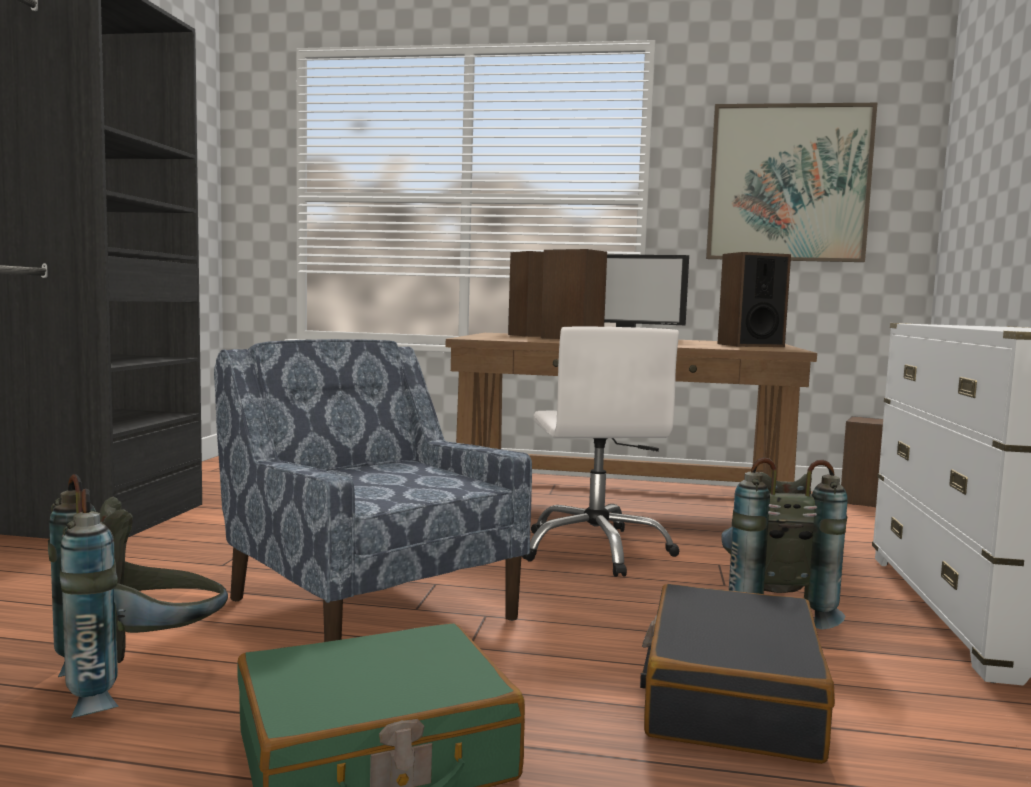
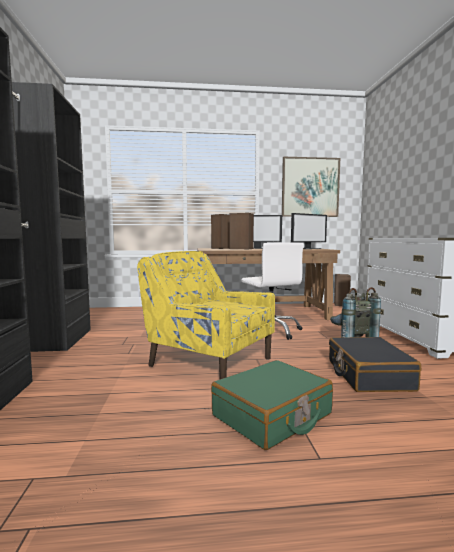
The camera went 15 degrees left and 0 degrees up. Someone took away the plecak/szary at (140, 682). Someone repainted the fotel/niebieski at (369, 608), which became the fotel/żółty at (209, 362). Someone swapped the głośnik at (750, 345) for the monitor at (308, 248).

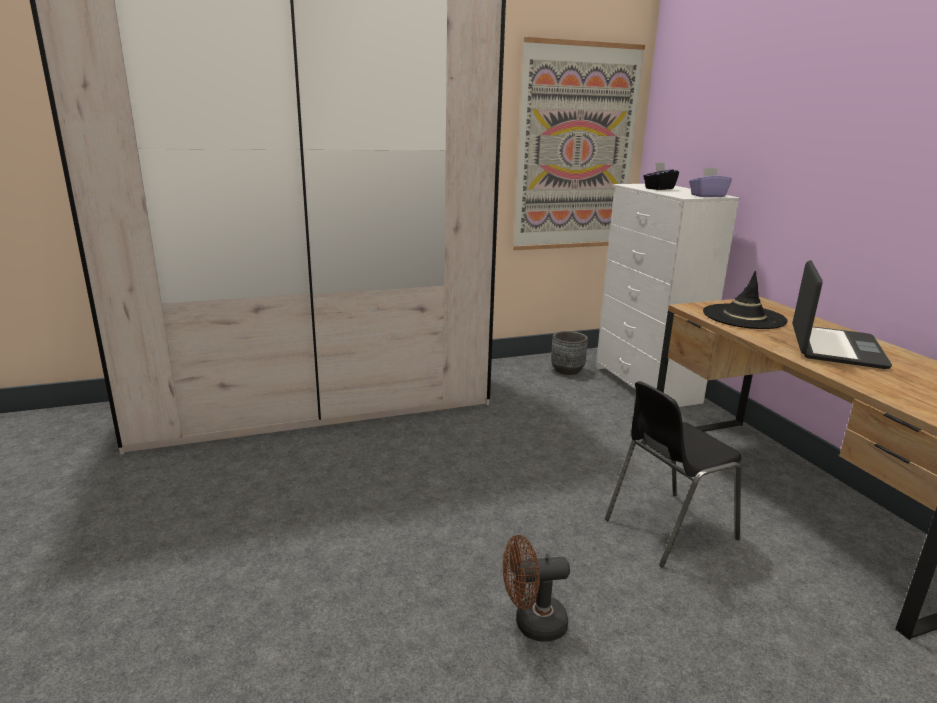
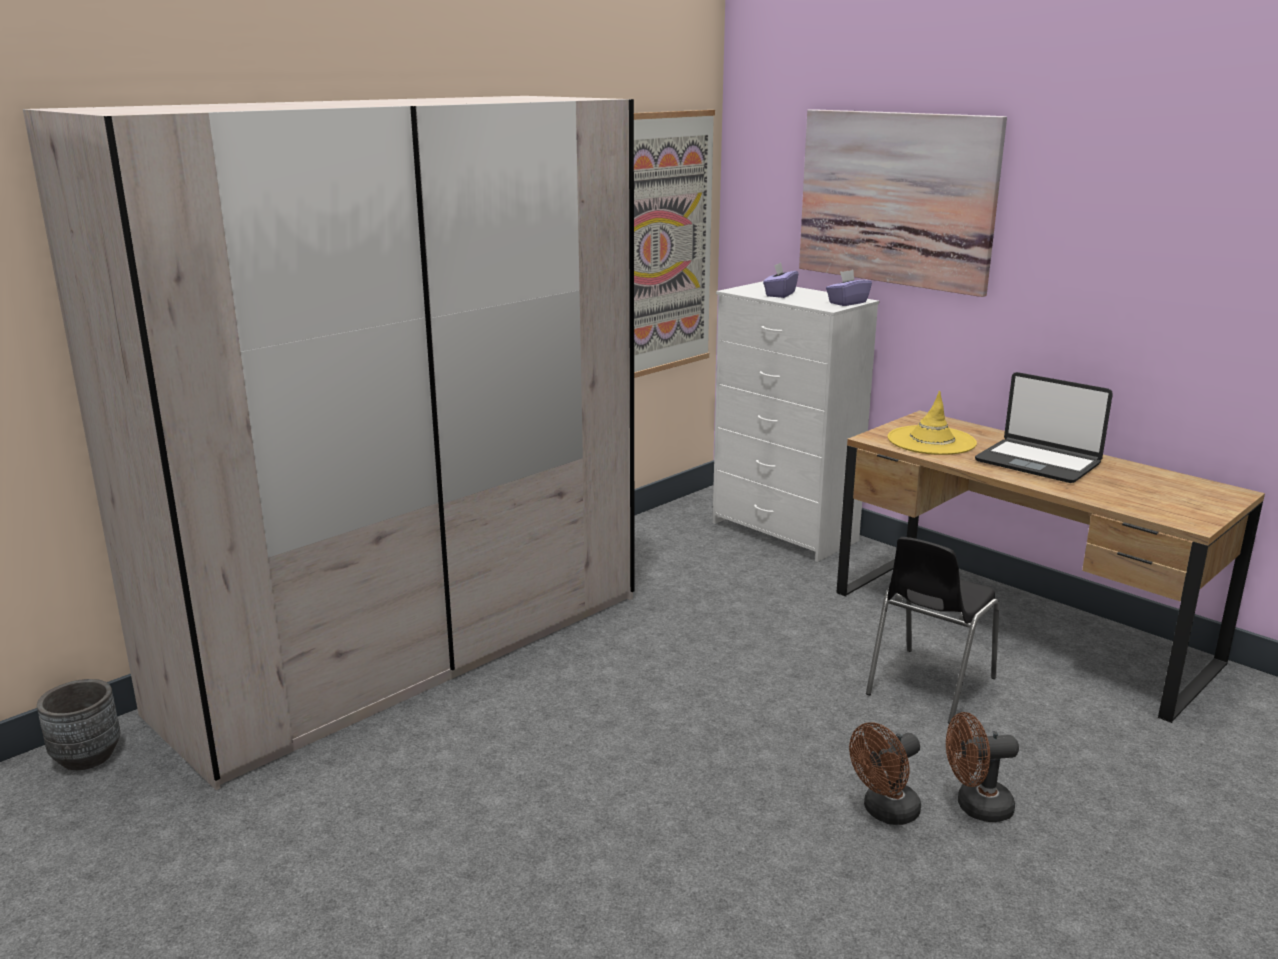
The camera went 25 degrees left and 0 degrees up. Someone carried the donica/szary from (567, 370) to (87, 756). Someone repainted the pudełko chusteczek/czarny at (659, 188), which became the pudełko chusteczek/fioletowy at (779, 294). Someone repainted the kapelusz/czarny at (744, 317), which became the kapelusz/żółty at (931, 441). Someone rotated the laptop at (834, 348) by 135 degrees clockwise. Someone put up the obraz at (895, 199). Someone put down the wentylator/brązowy at (975, 807).

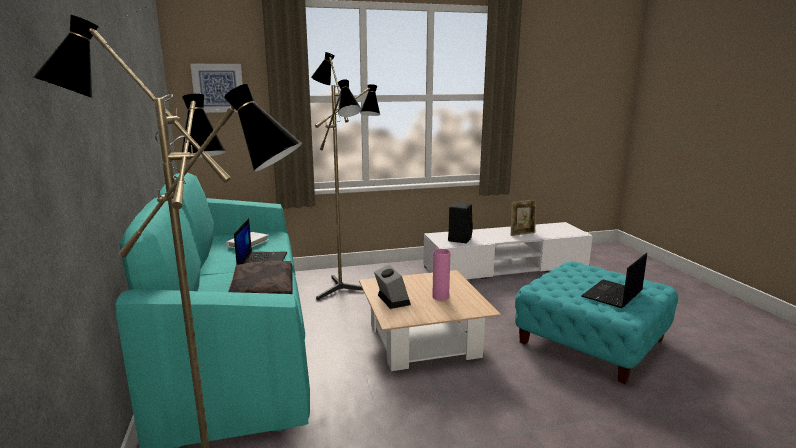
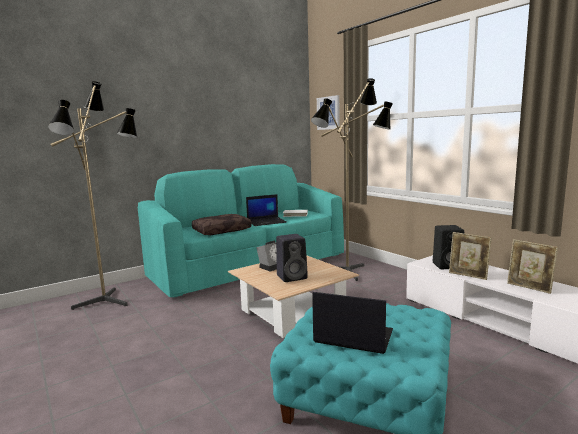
The camera went 70 degrees right and 5 degrees down. Someone swapped the wazon/różowy at (440, 297) for the głośnik/czarny at (292, 277). Someone put down the ramka na zdjęcie at (468, 276).

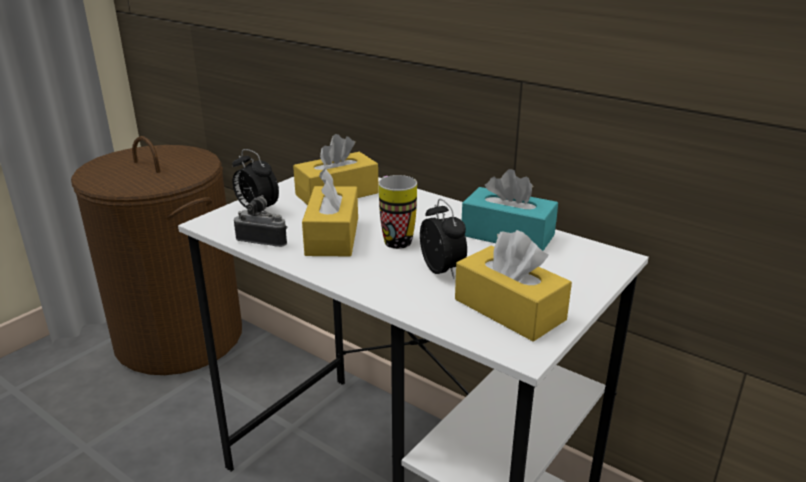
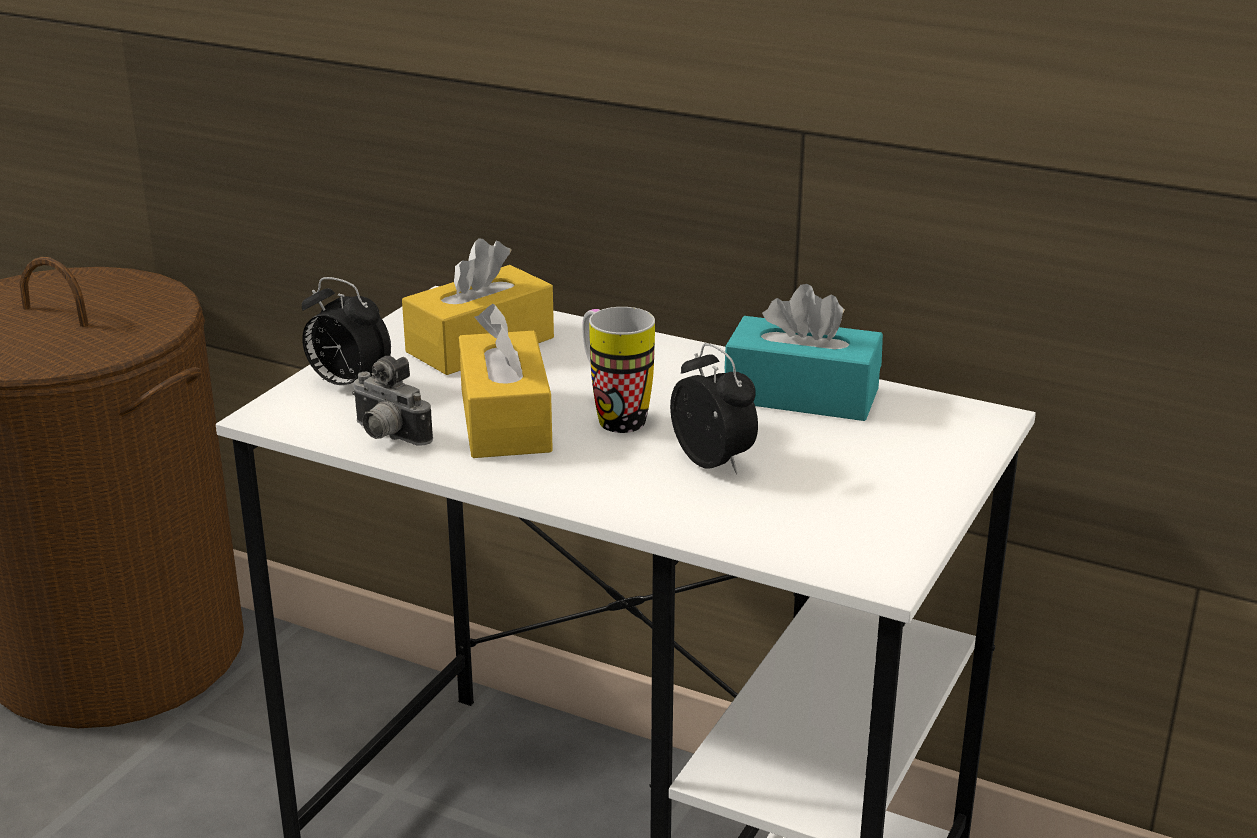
The camera went 10 degrees left and 0 degrees up. Someone rotated the aparat fotograficzny at (264, 240) by 150 degrees counterclockwise. Someone took away the pudełko chusteczek/żółty at (509, 309).

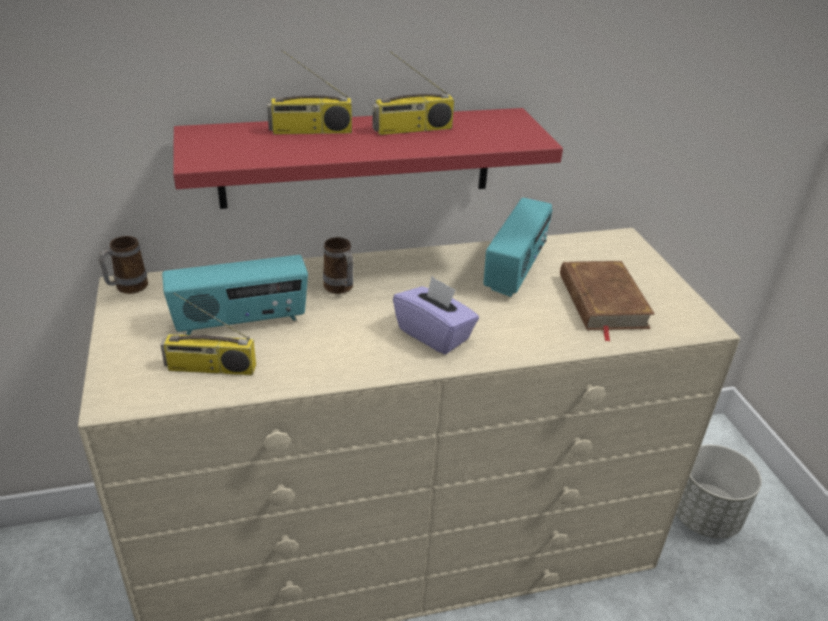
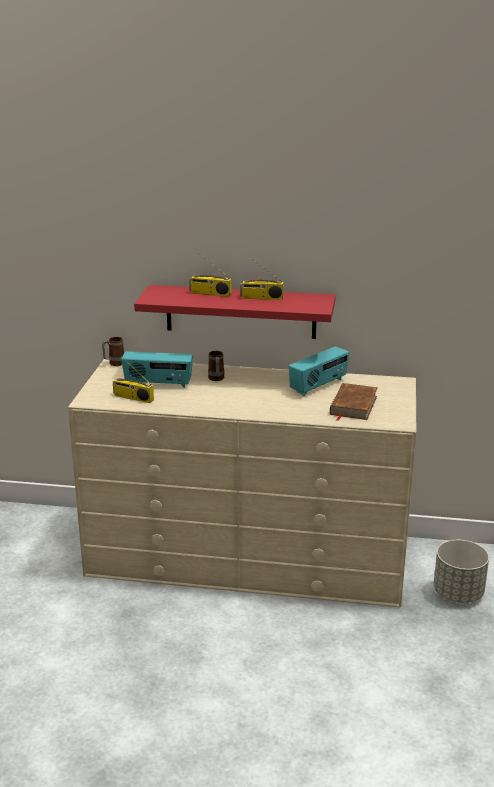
The camera went 25 degrees right and 10 degrees down. Someone took away the pudełko chusteczek/fioletowy at (434, 334).

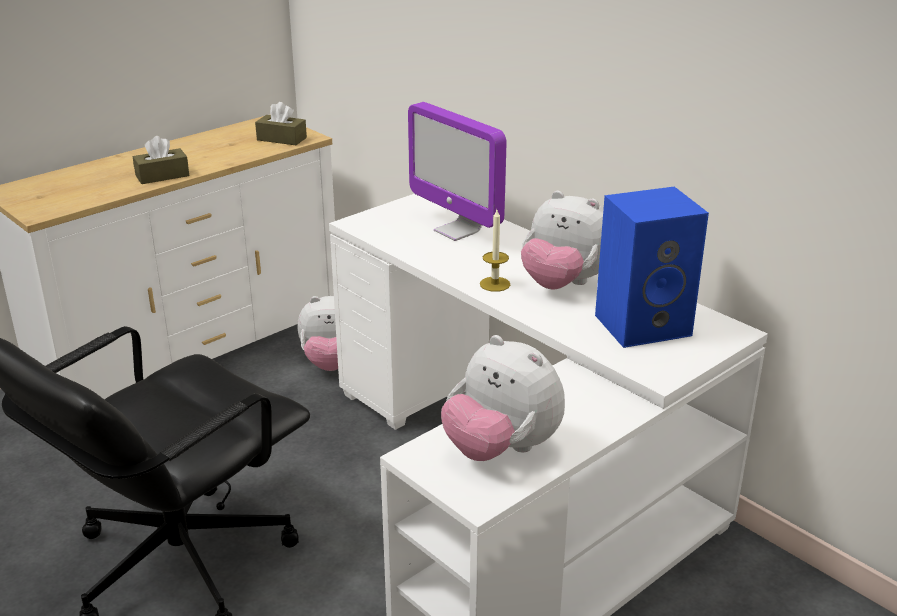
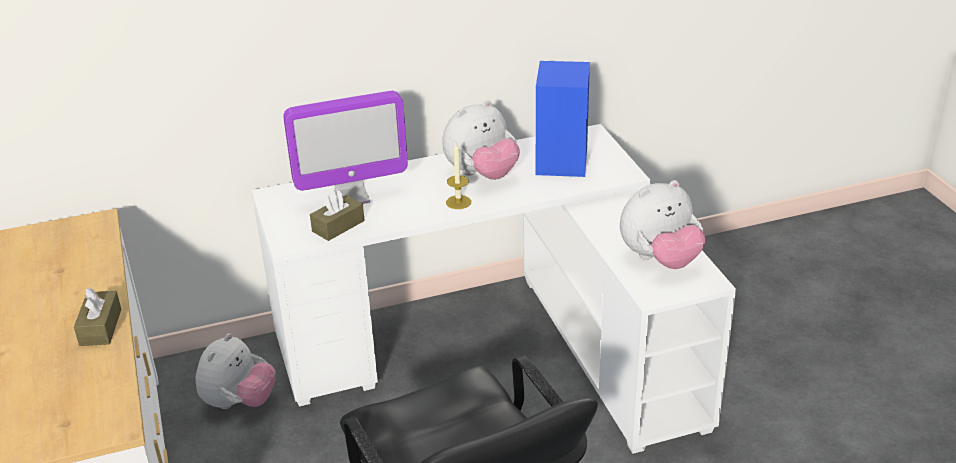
The camera went 65 degrees left and 5 degrees up. Someone carried the pudełko chusteczek/brązowy from (281, 139) to (338, 226).

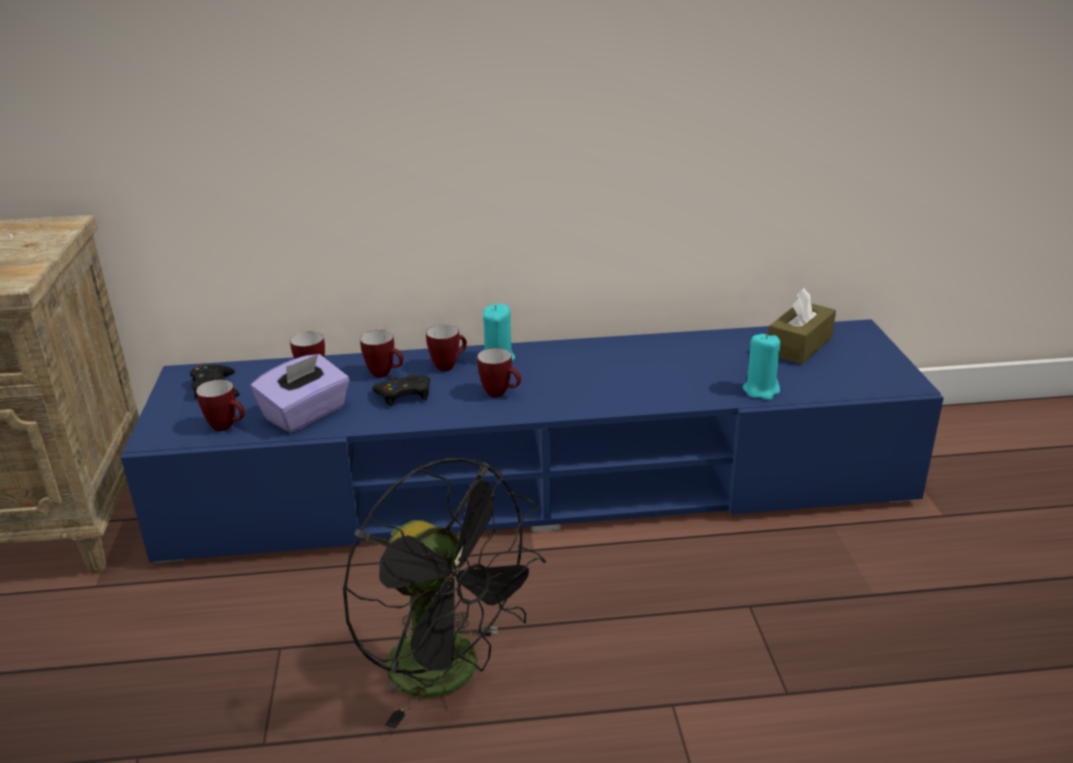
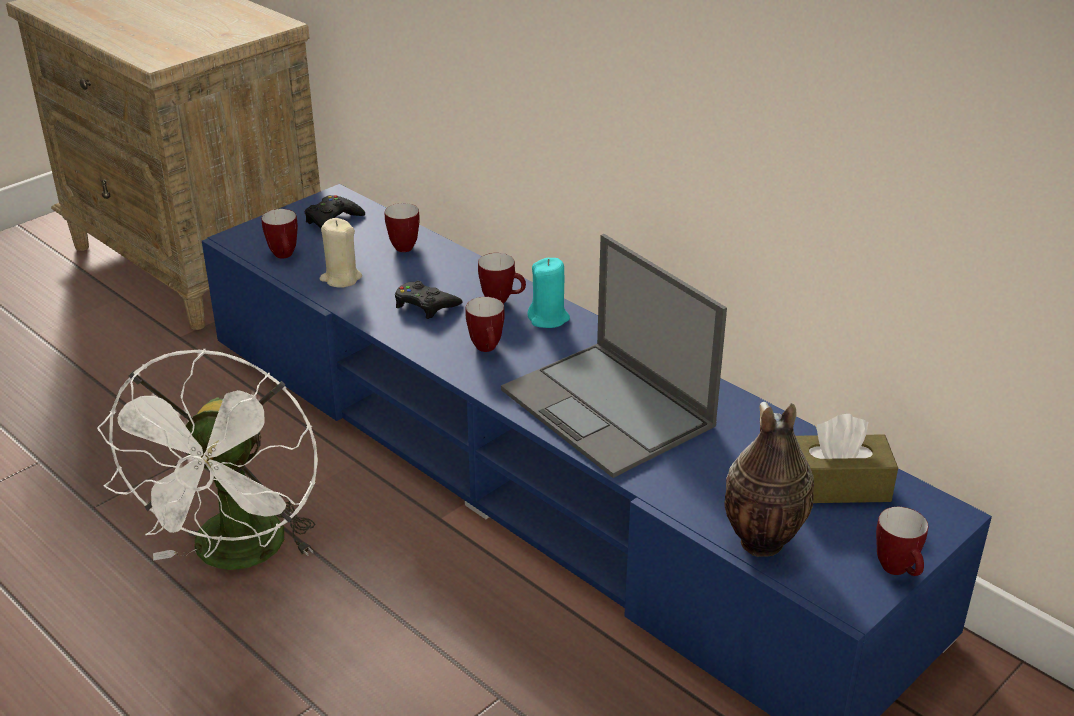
The camera went 50 degrees right and 5 degrees up. Someone swapped the pudełko chusteczek/fioletowy at (306, 414) for the świeca/beżowy at (341, 278). Someone repainted the wentylator/czarny at (450, 674), which became the wentylator/biały at (237, 556). Someone carried the kubek from (385, 374) to (899, 571). Someone took away the świeca/turkusowy at (761, 390). Someone put down the laptop at (609, 409). Someone put down the wazon at (760, 544).

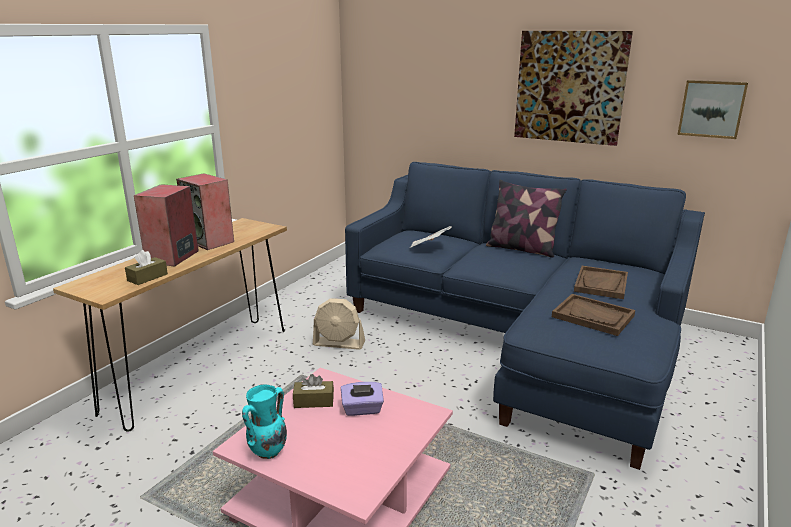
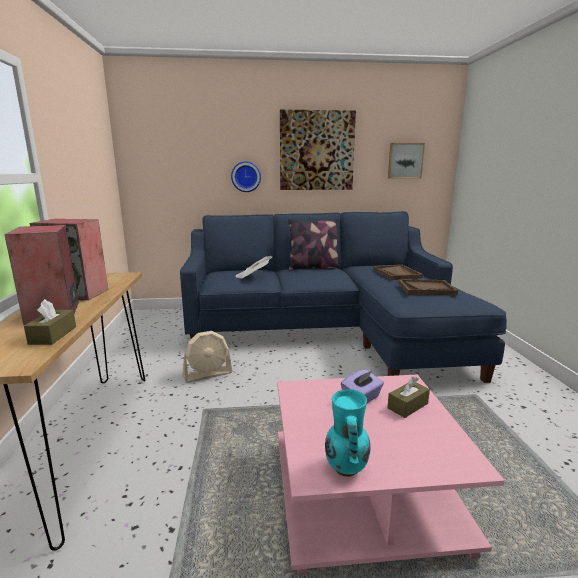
The camera went 35 degrees left and 5 degrees down. Someone carried the pudełko chusteczek/brązowy from (314, 401) to (407, 406). Someone put up the zegar ścienny at (246, 176).

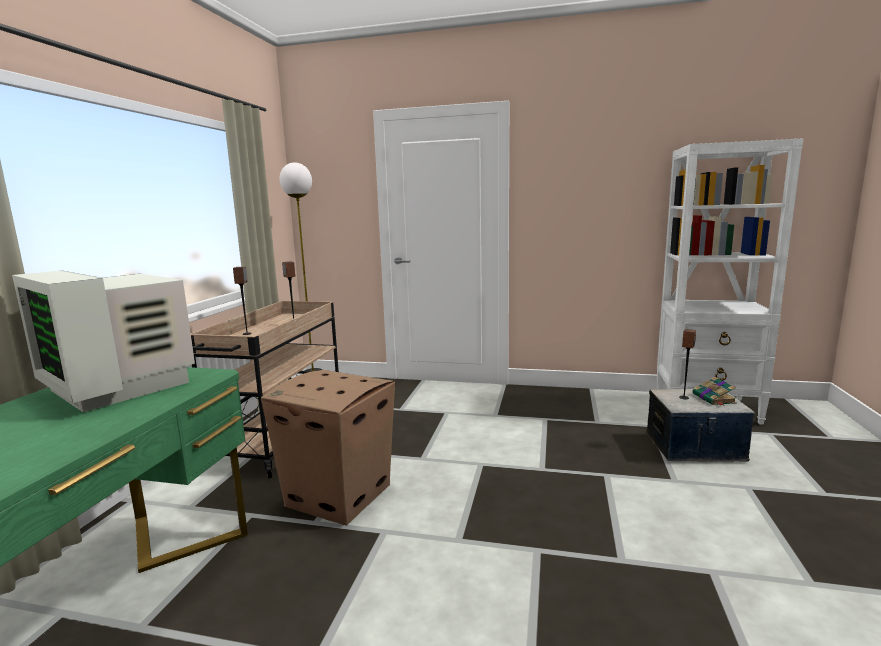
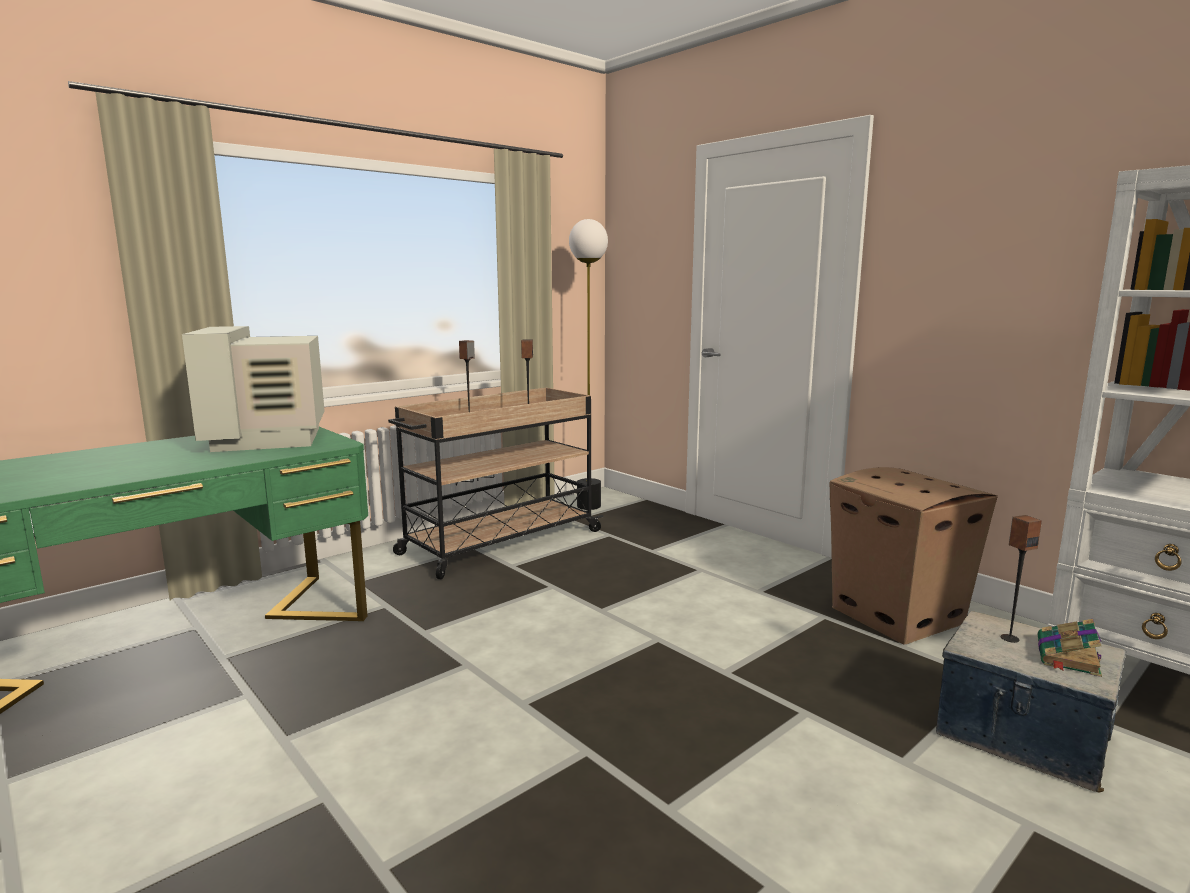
The camera went 35 degrees right and 0 degrees up. Someone carried the karton from (339, 495) to (898, 616).

